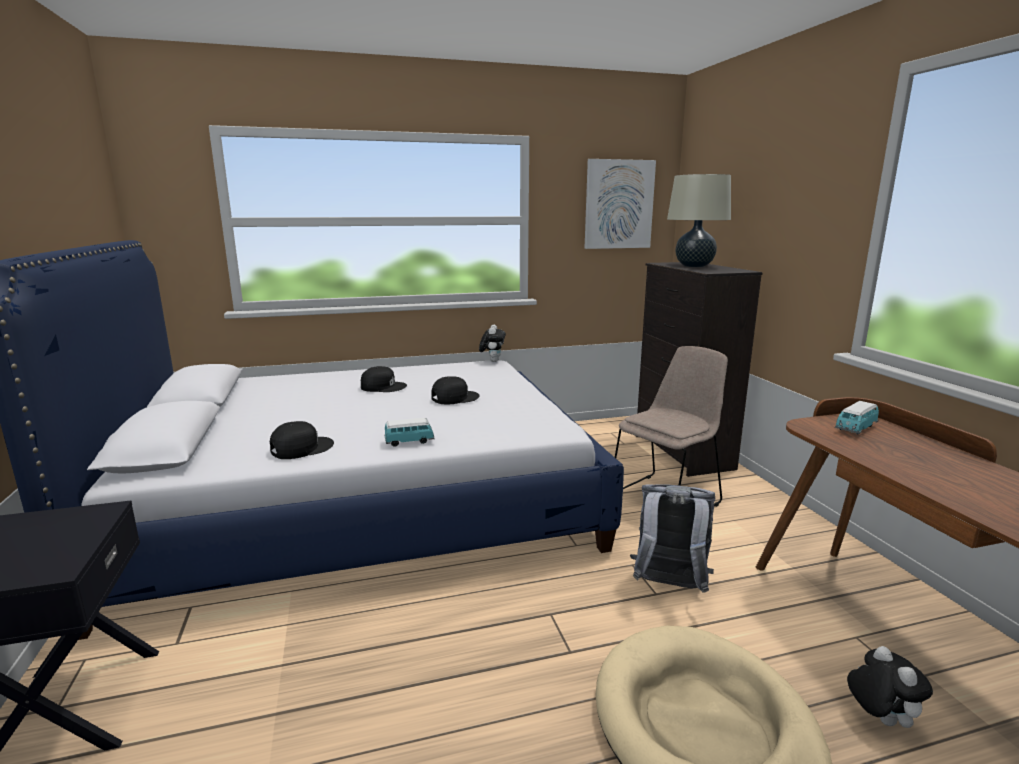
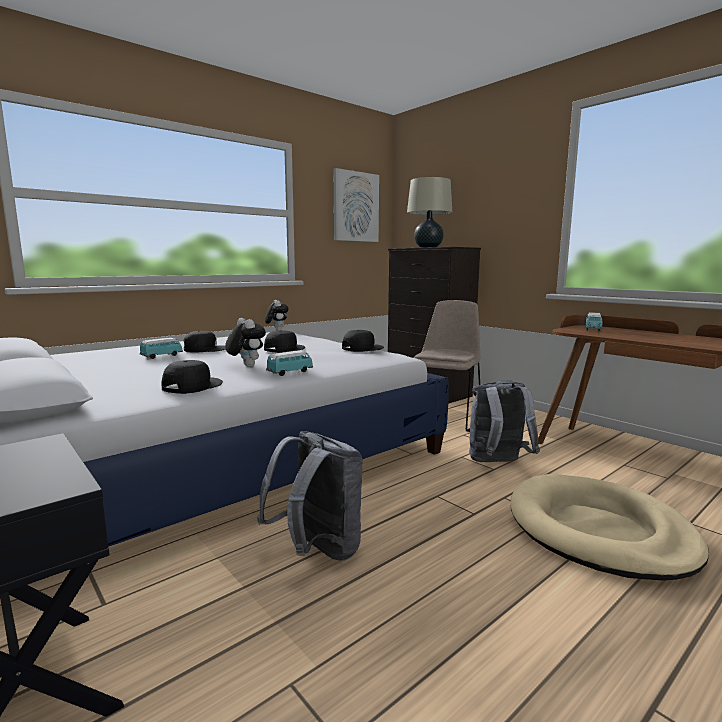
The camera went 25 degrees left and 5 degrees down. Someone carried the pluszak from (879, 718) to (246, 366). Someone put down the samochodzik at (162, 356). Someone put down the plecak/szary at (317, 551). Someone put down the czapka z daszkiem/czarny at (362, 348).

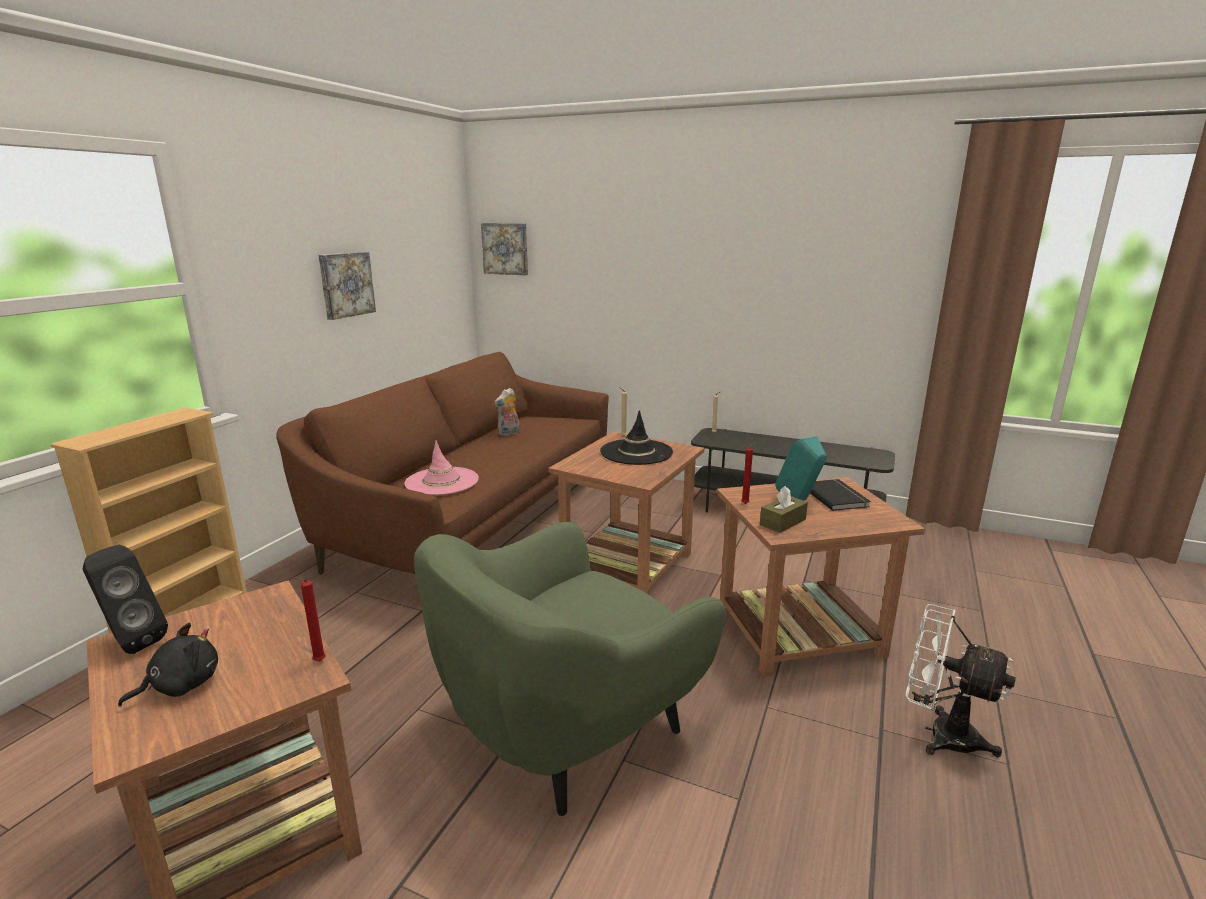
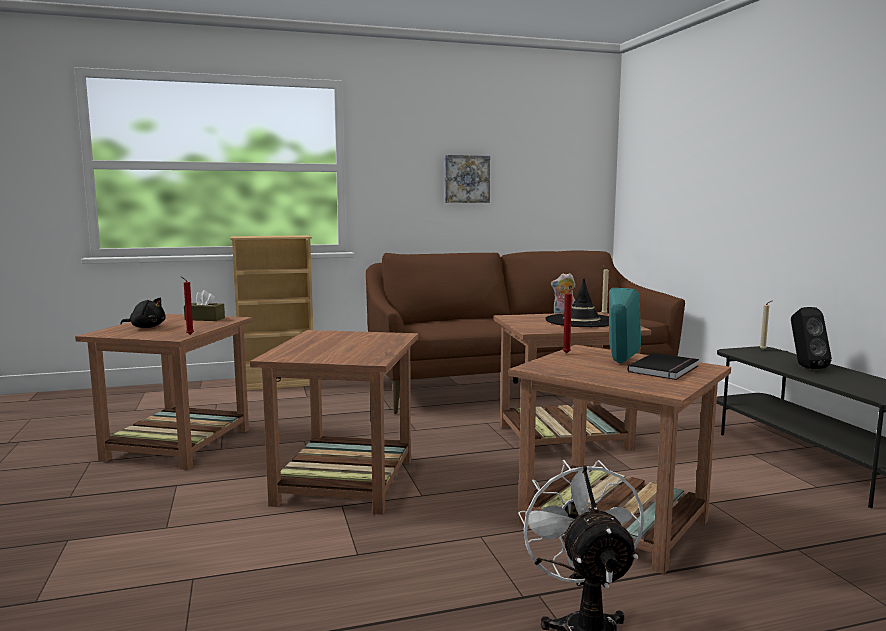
The camera went 50 degrees right and 10 degrees down. Someone carried the głośnik/czarny from (131, 642) to (805, 367). Someone took away the kapelusz/różowy at (442, 482). Someone swapped the fotel/zielony at (567, 729) for the stolik/brązowy at (346, 480). Someone took away the obraz at (506, 248). Someone carried the pudełko chusteczek/brązowy from (782, 522) to (204, 319).

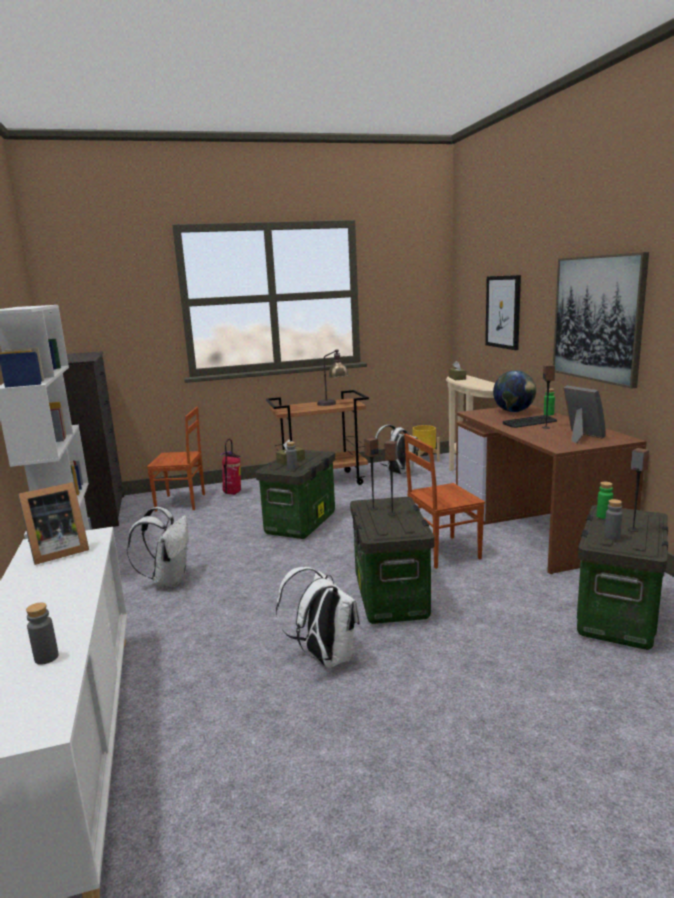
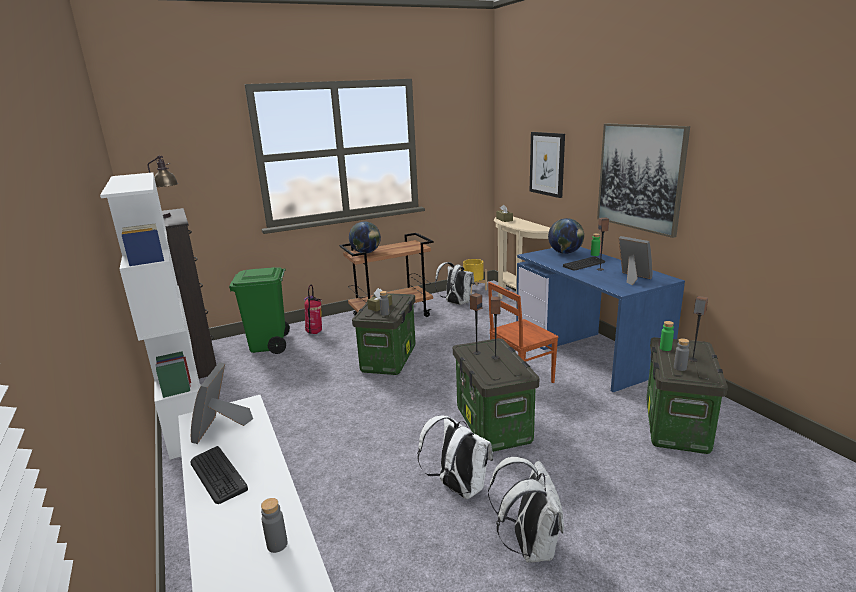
The camera went 10 degrees left and 5 degrees up. Someone rotated the ramka na zdjęcie at (56, 552) by 135 degrees clockwise. Someone carried the plecak/biały from (168, 580) to (529, 546). Someone swapped the krzesło/brązowy at (181, 503) for the kosz na śmieci/zielony at (269, 345). Someone carried the lampa stołowa from (333, 404) to (166, 217). Someone repainted the biurko/brązowy at (537, 529), which became the biurko/niebieski at (589, 351). Someone put down the klawiatura at (217, 475). Someone put down the globus at (366, 253).

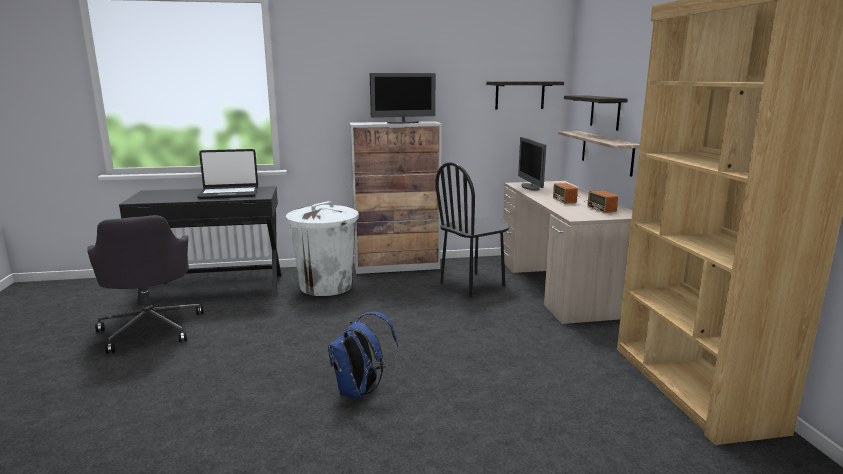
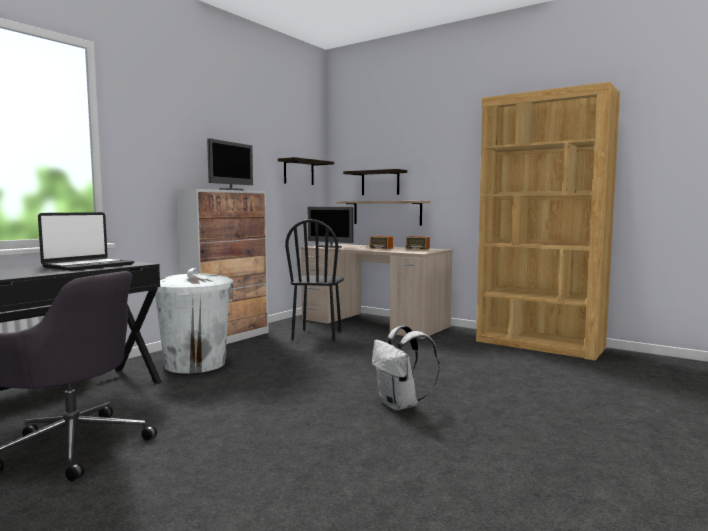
The camera went 45 degrees left and 10 degrees down. Someone repainted the plecak/niebieski at (360, 391), which became the plecak/biały at (401, 405).

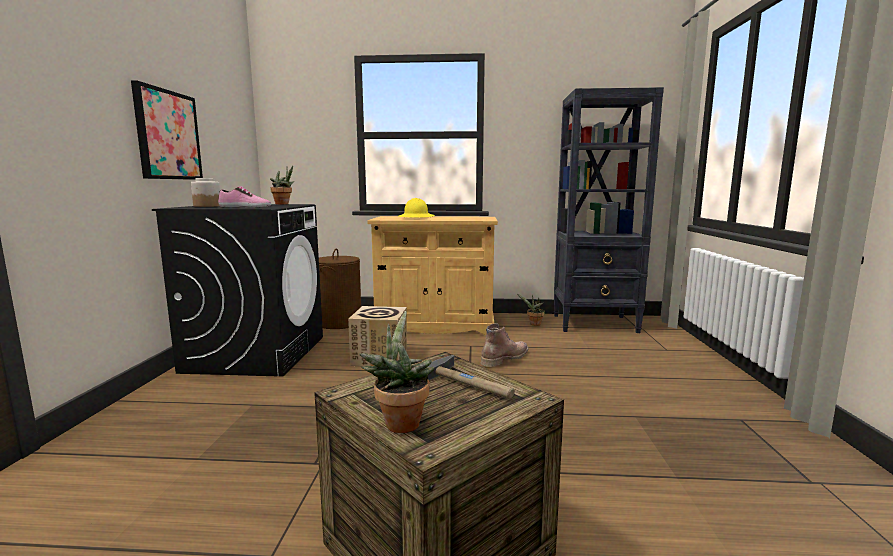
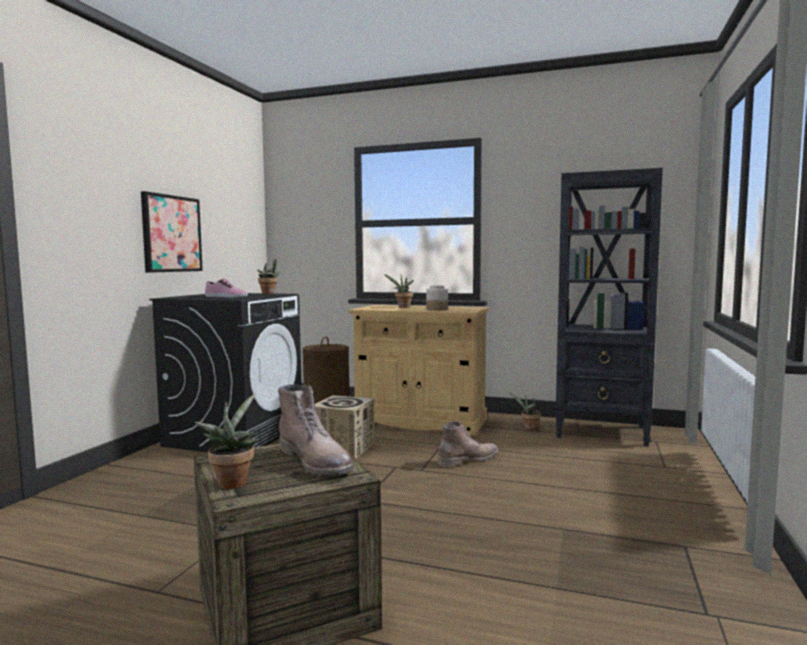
The camera went 15 degrees right and 5 degrees down. Someone carried the słoik from (207, 206) to (436, 309). Someone swapped the kask/żółty at (416, 217) for the roślina doniczkowa at (402, 307). Someone swapped the młotek at (469, 384) for the but z cholewką/brązowy at (316, 461).

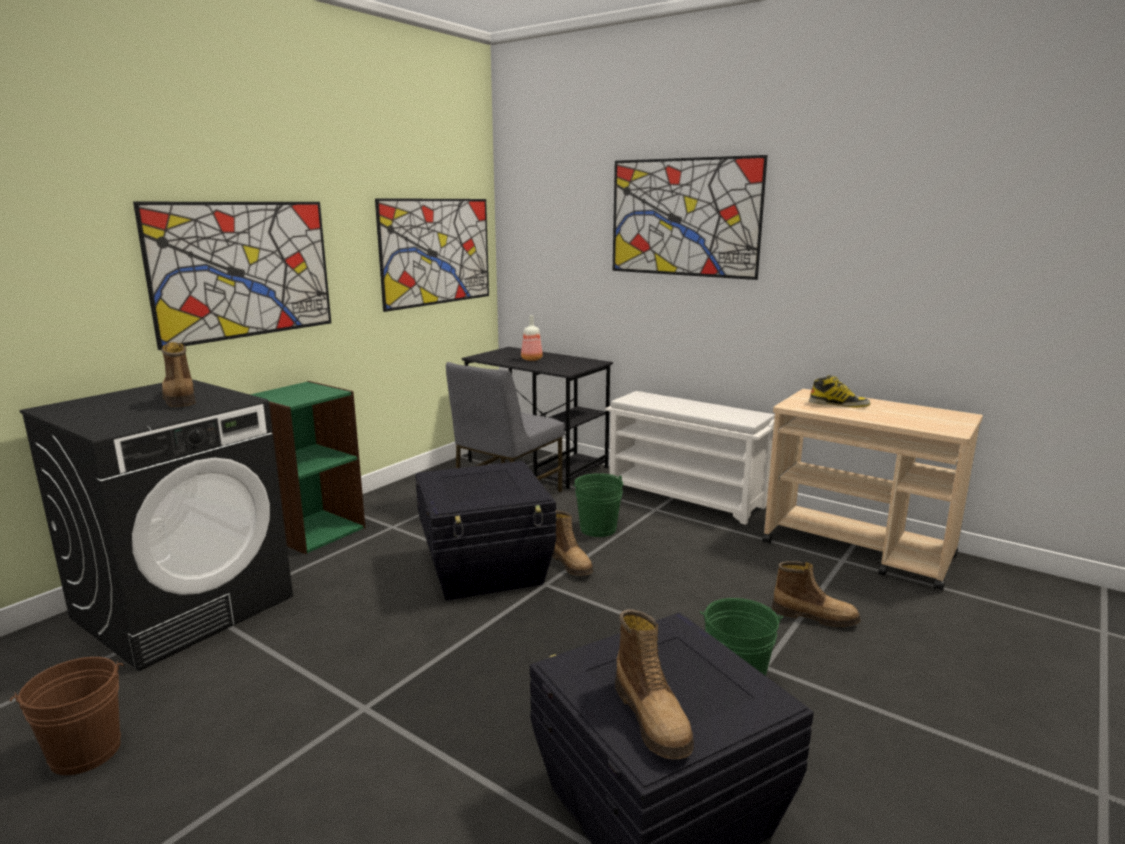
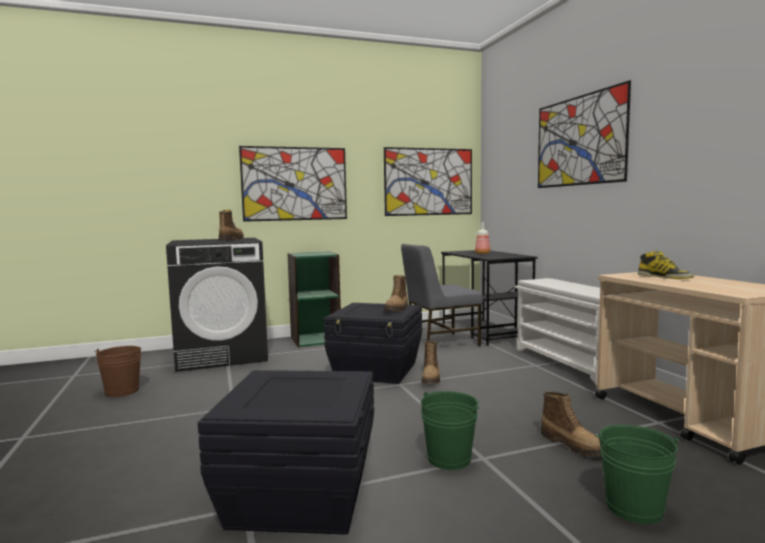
The camera went 35 degrees right and 10 degrees down. Someone carried the wiadro/zielony from (598, 529) to (634, 508). Someone carried the but z cholewką from (653, 718) to (397, 309).

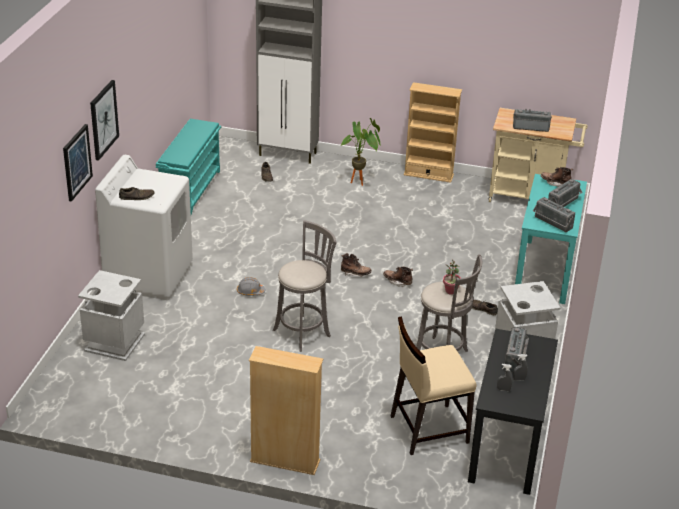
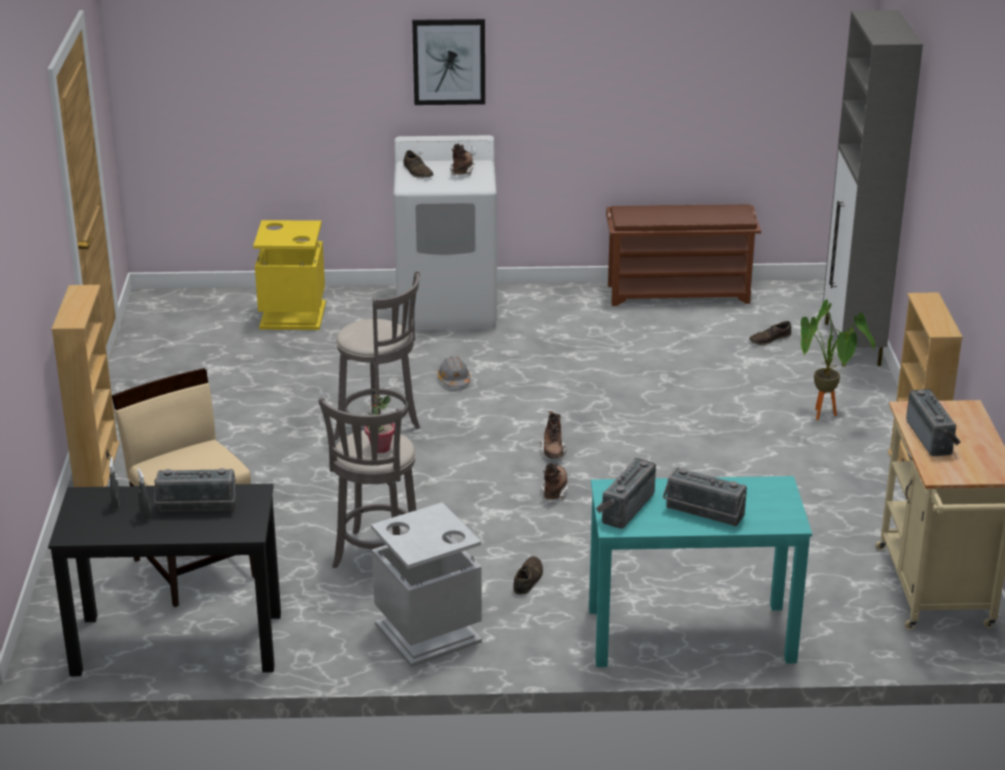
The camera went 75 degrees right and 5 degrees down. Someone took away the obraz at (77, 162). Someone repainted the kosz na śmieci/szary at (115, 342), which became the kosz na śmieci/żółty at (293, 316). Someone repainted the regał na buty/turkusowy at (191, 190), which became the regał na buty/brązowy at (679, 293). Someone carried the but z cholewką/brązowy from (555, 183) to (462, 171).

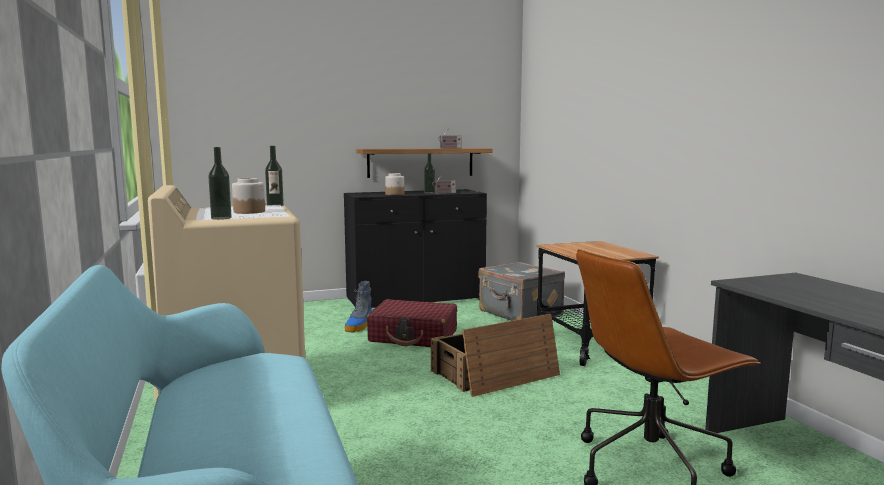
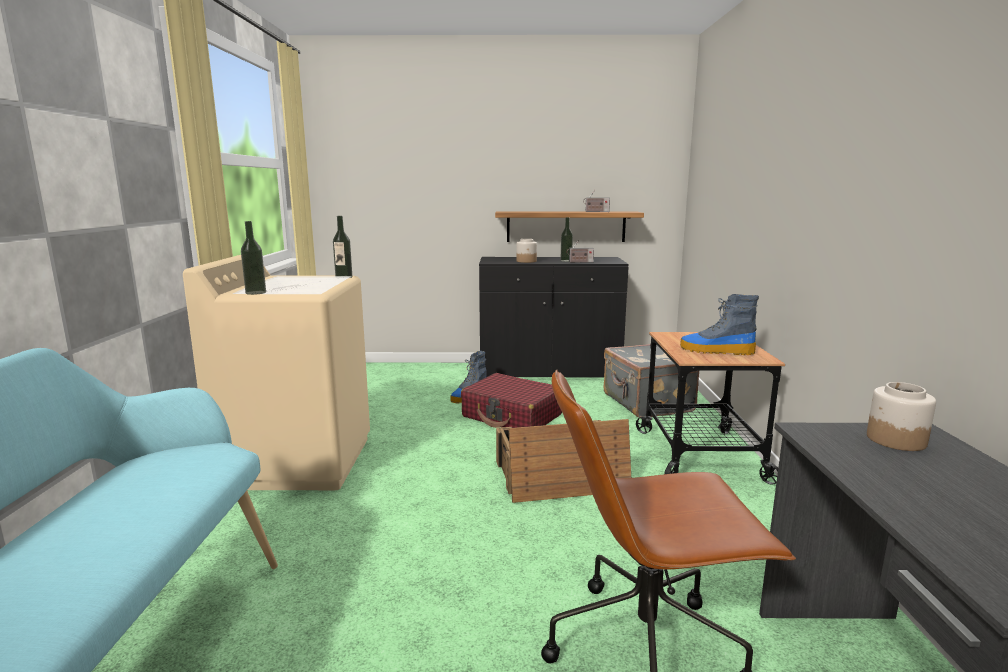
The camera went 20 degrees right and 5 degrees up. Someone carried the słoik from (249, 211) to (895, 440). Someone put down the but z cholewką at (716, 351).

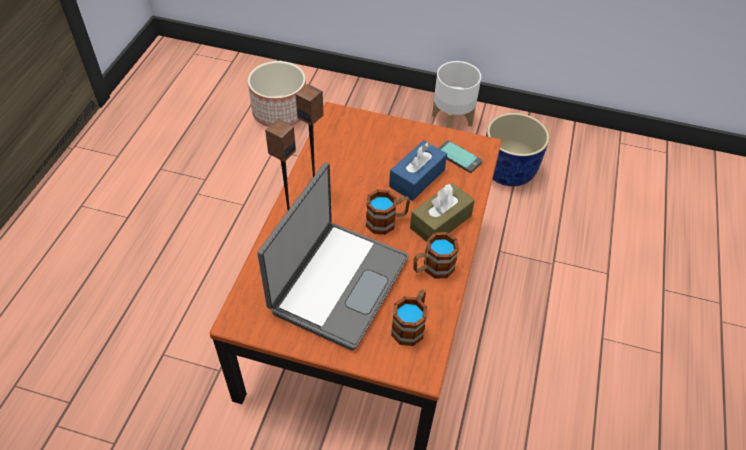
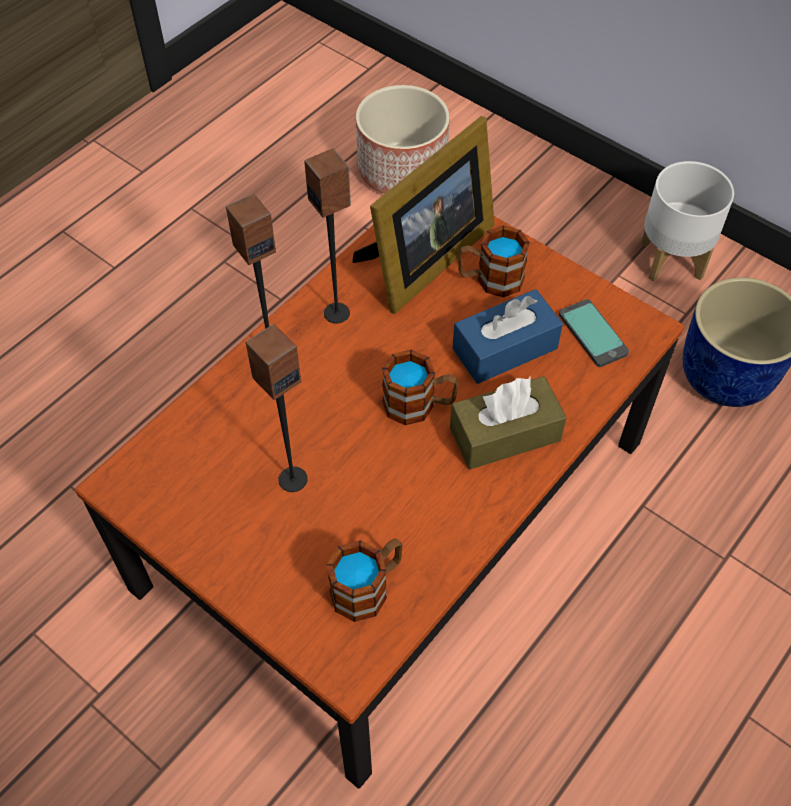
The camera went 25 degrees right and 5 degrees up. Someone swapped the laptop at (337, 283) for the głośnik at (292, 479). Someone carried the kubek from (432, 268) to (490, 279). Someone put down the ramka na zdjęcie at (424, 260).

